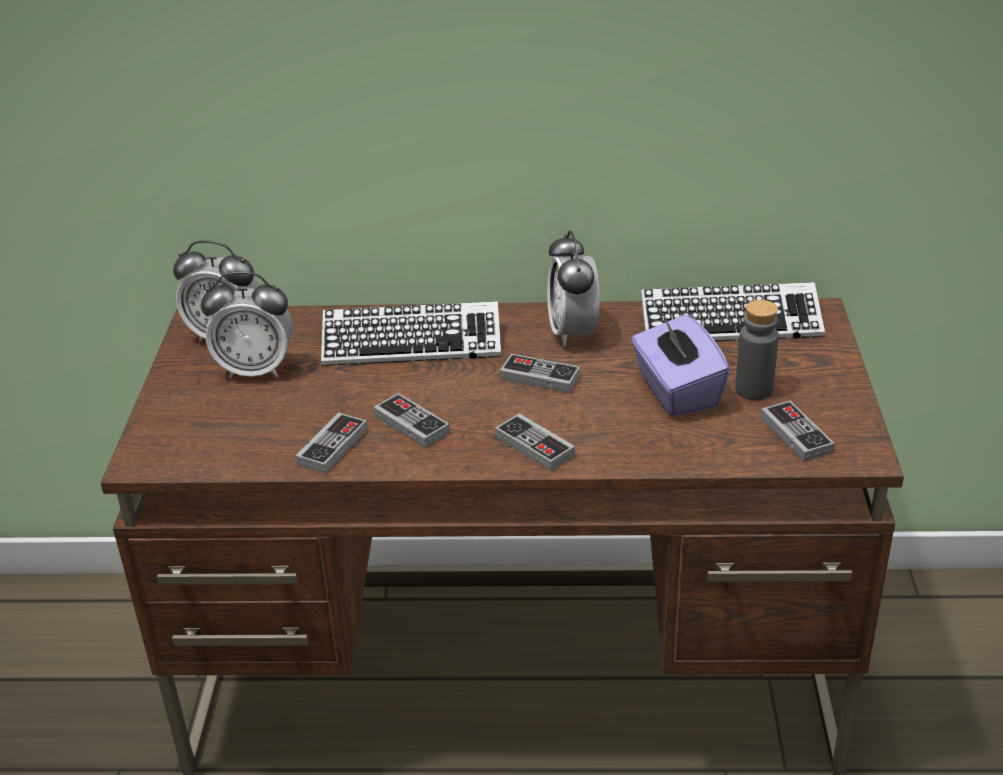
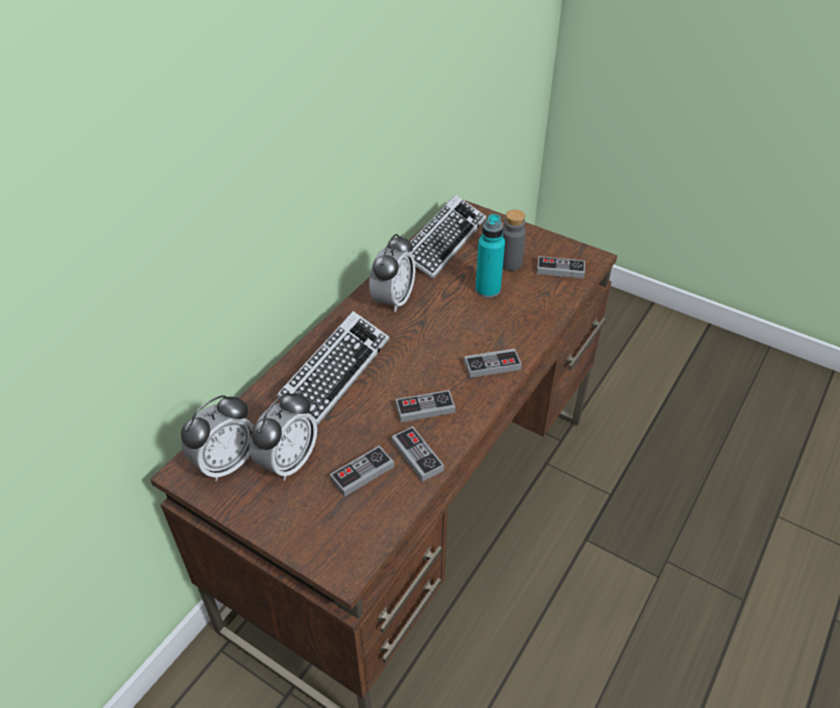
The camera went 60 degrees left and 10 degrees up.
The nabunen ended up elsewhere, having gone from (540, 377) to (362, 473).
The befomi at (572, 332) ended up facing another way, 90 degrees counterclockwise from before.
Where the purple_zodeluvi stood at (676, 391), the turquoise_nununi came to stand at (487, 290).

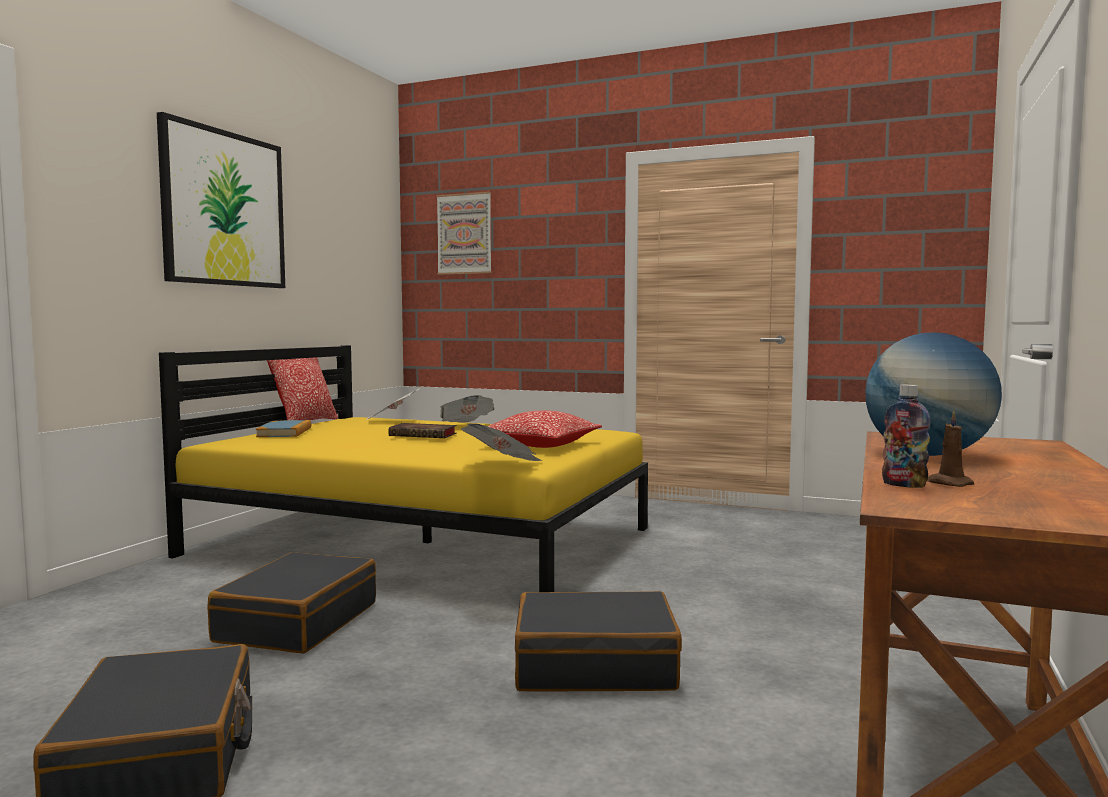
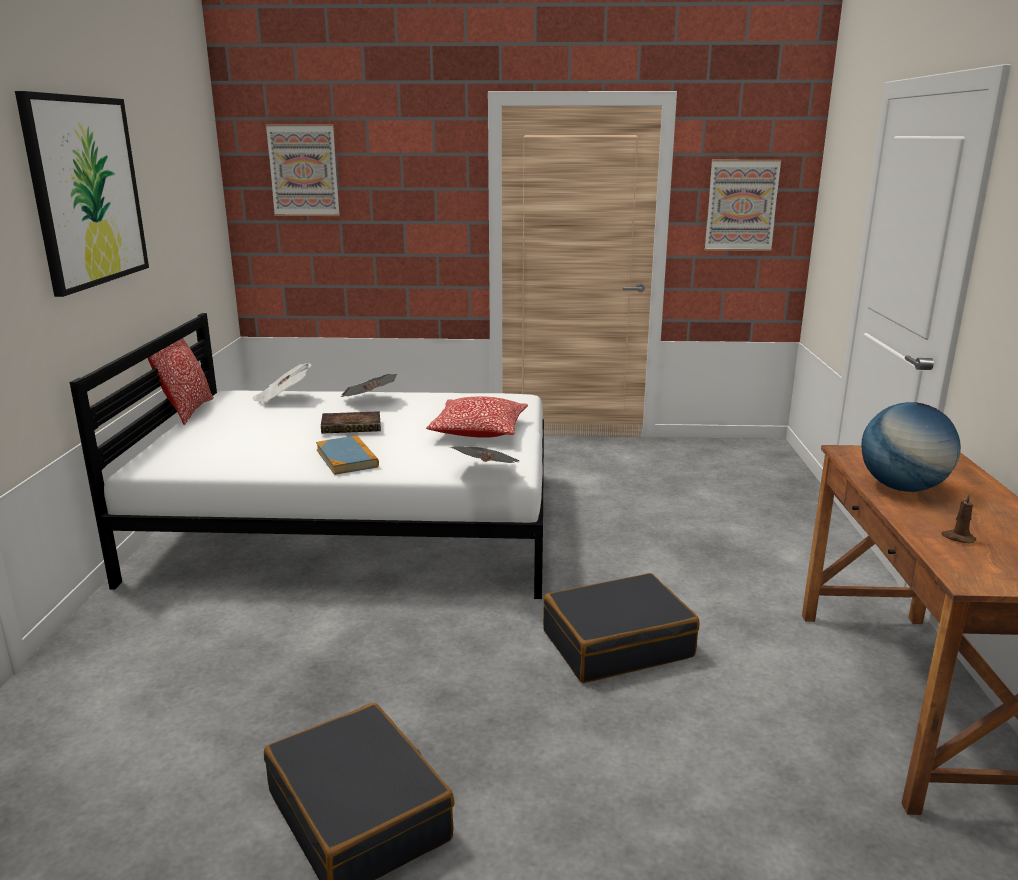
The camera went 20 degrees left and 15 degrees up.
What was the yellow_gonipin at (424, 541) turned into the white_gonipin at (356, 524).
The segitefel ended up elsewhere, having gone from (285, 432) to (347, 458).
The second view gained the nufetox at (741, 205).
The second view lost the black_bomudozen at (297, 622).
The second view lost the nununi at (904, 485).

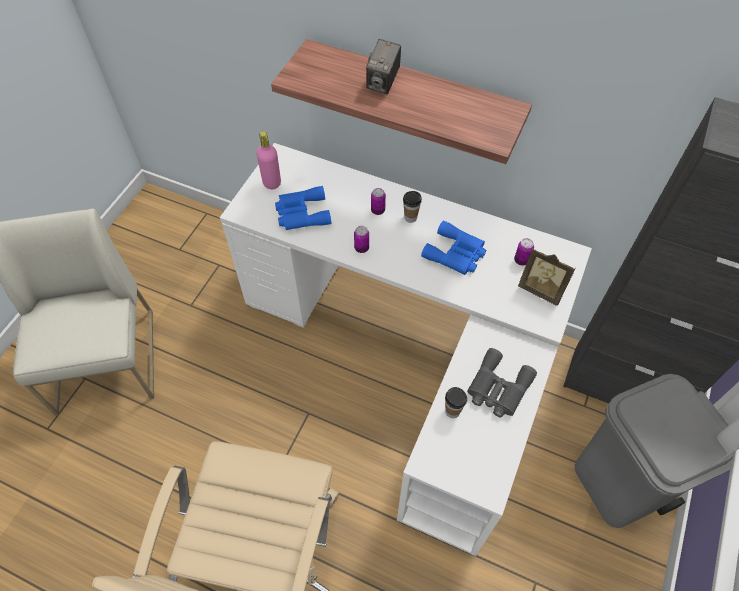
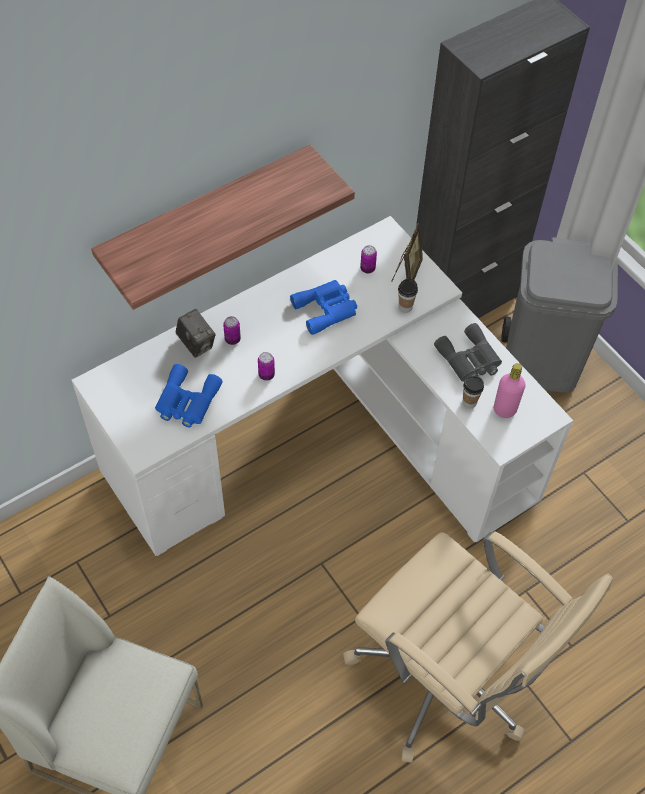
The camera went 60 degrees left and 0 degrees up.
The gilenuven ended up elsewhere, having gone from (383, 83) to (196, 344).
The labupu at (541, 290) ended up facing another way, 45 degrees counterclockwise from before.
The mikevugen ended up elsewhere, having gone from (410, 217) to (405, 307).
The pink_nununi ended up elsewhere, having gone from (272, 183) to (504, 410).

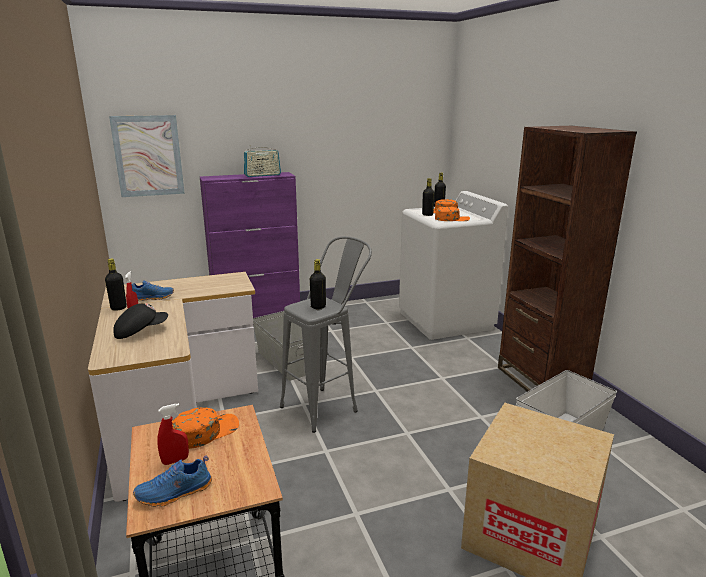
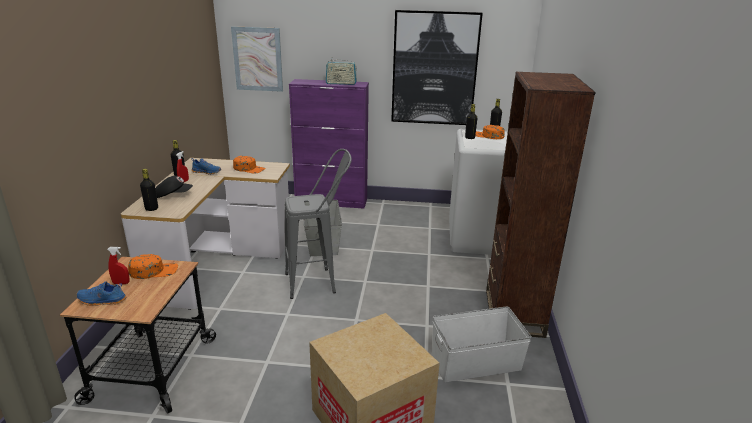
The camera went 25 degrees right and 5 degrees up.
The black_nununi ended up elsewhere, having gone from (318, 307) to (151, 208).
The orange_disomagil ended up elsewhere, having gone from (452, 219) to (249, 169).
The second view gained the nufetox at (434, 69).

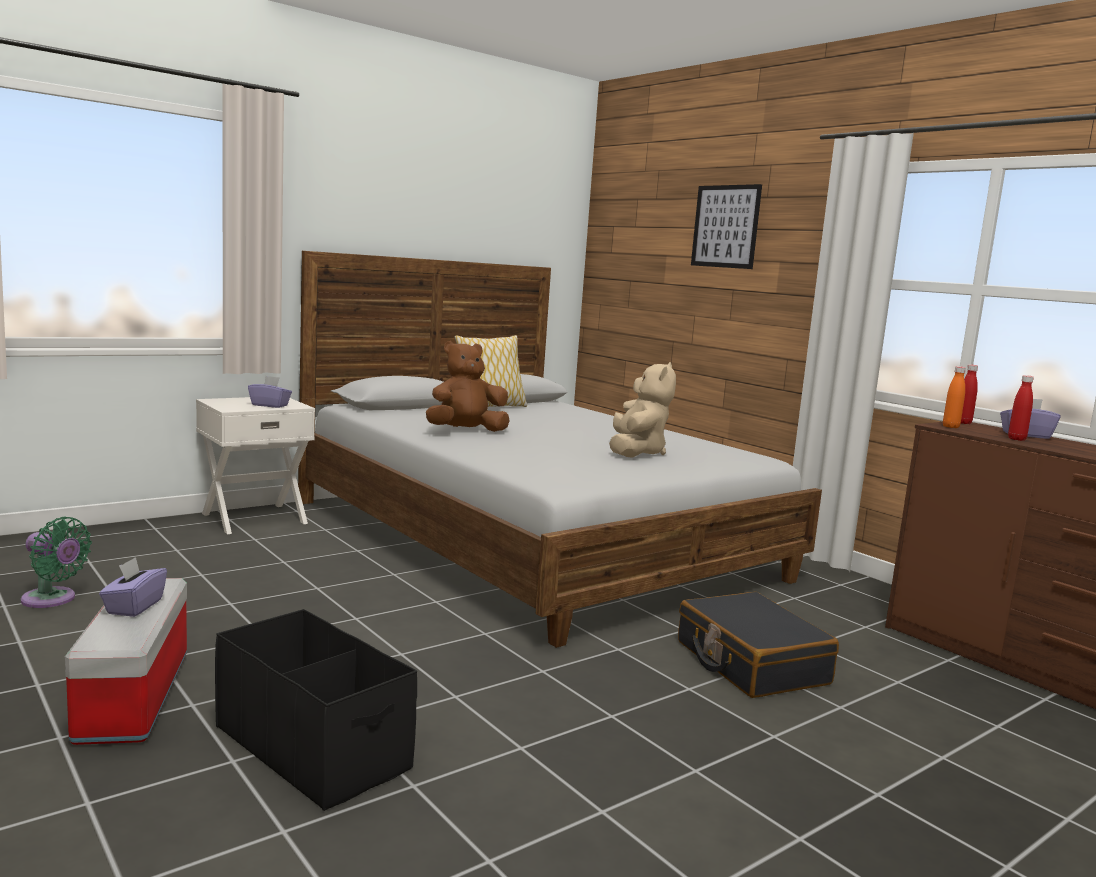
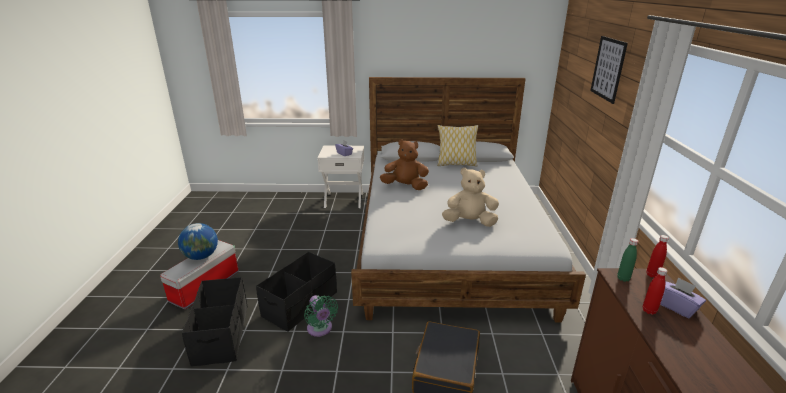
The camera went 40 degrees right and 15 degrees up.
Where the purple_zodeluvi stood at (134, 607), the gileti came to stand at (201, 256).
The second view gained the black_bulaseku at (300, 304).
The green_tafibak ended up elsewhere, having gone from (52, 600) to (320, 329).
The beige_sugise at (636, 452) ended up facing another way, 135 degrees counterclockwise from before.
What was the orange_nununi at (950, 427) turned into the green_nununi at (623, 278).

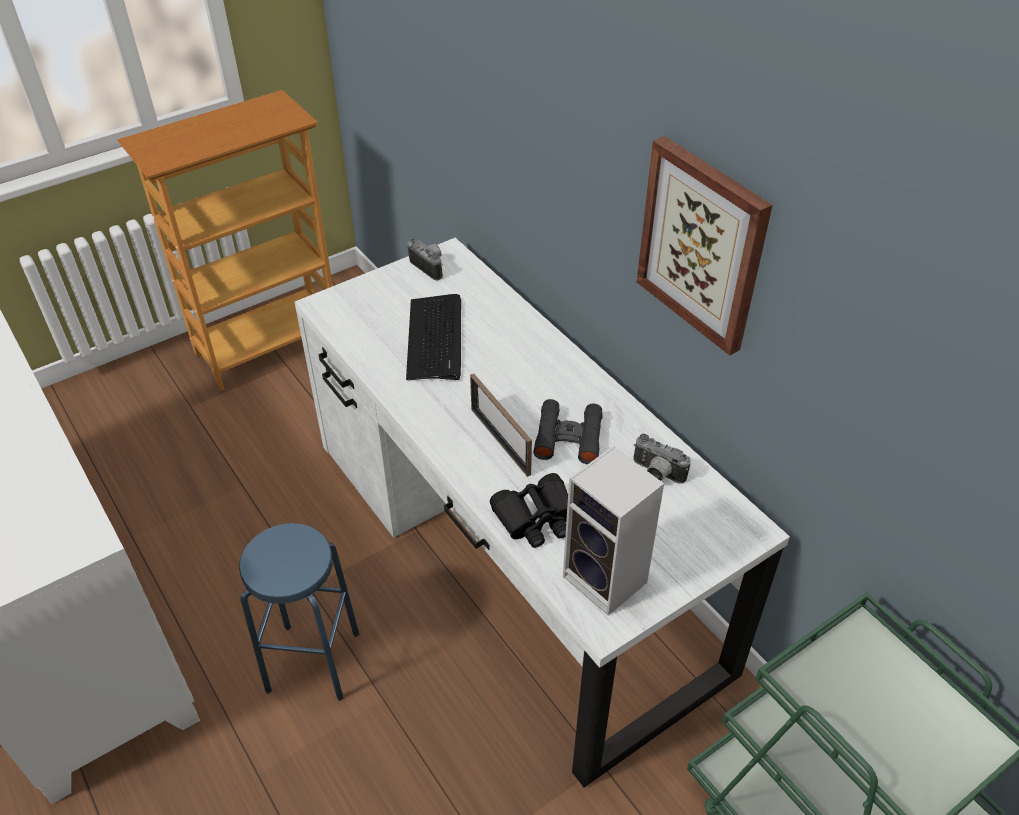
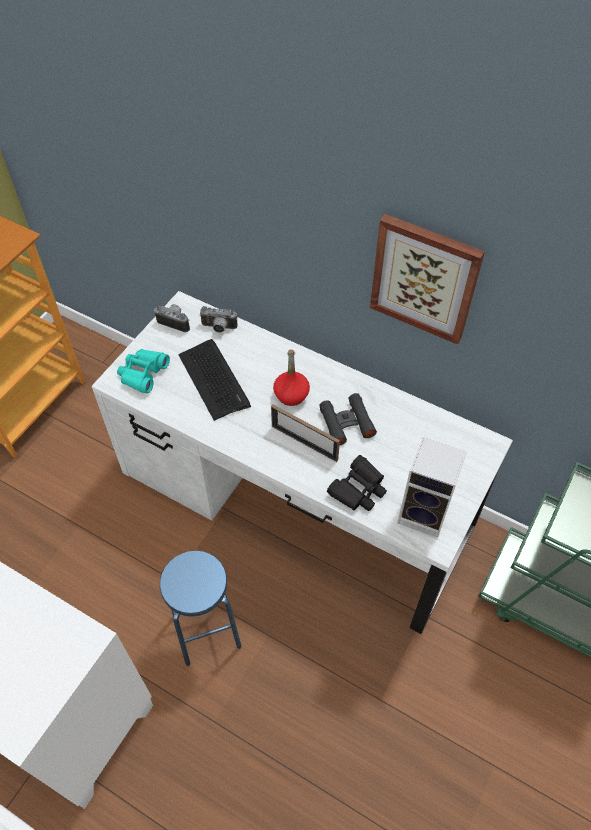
The camera went 25 degrees left and 10 degrees up.
The second view gained the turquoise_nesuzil at (143, 373).
The gilenuven ended up elsewhere, having gone from (656, 474) to (218, 328).
The second view gained the red_nununi at (291, 395).

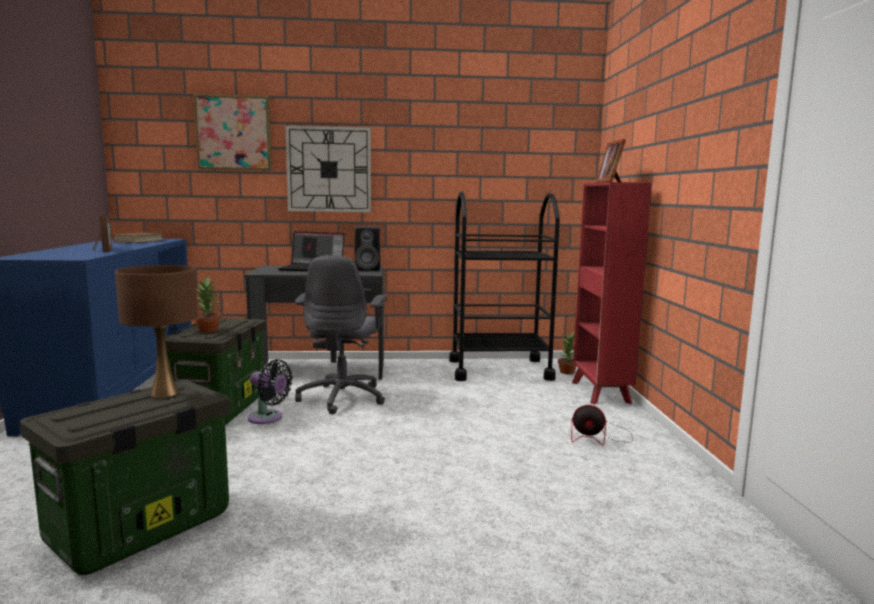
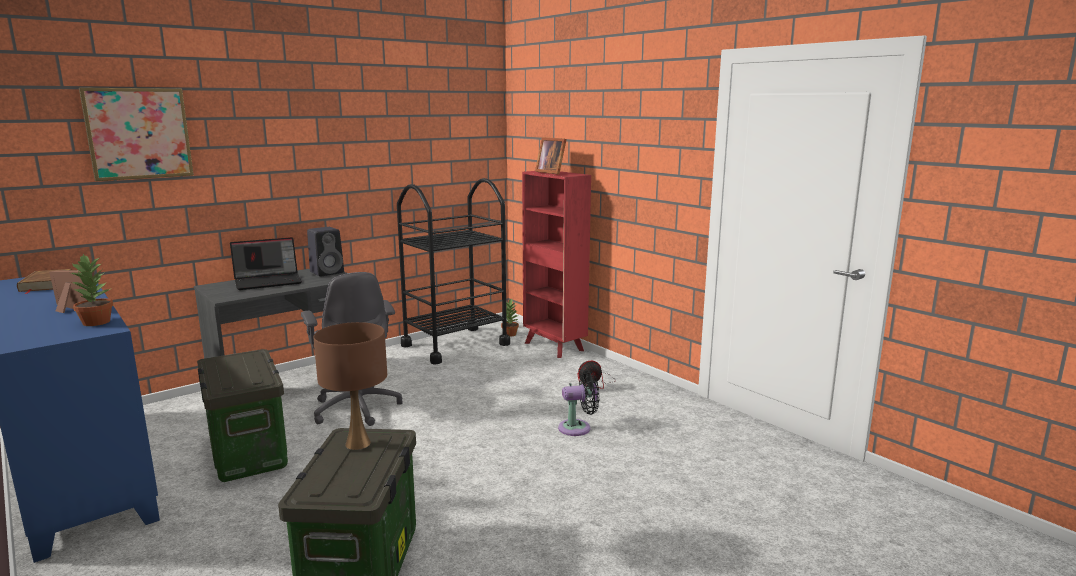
The camera went 35 degrees left and 5 degrees up.
The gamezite ended up elsewhere, having gone from (208, 330) to (97, 322).
The black_tafibak ended up elsewhere, having gone from (268, 418) to (578, 428).
The second view lost the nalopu at (329, 169).

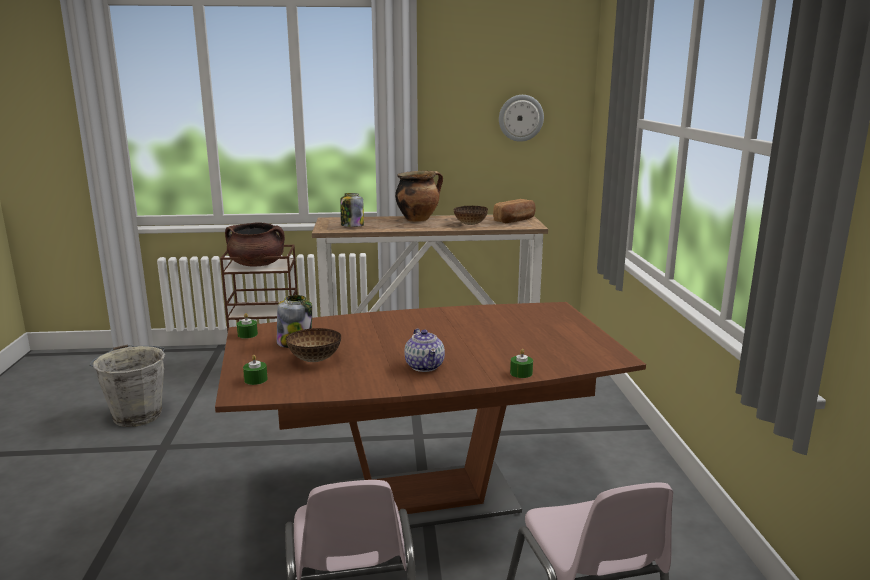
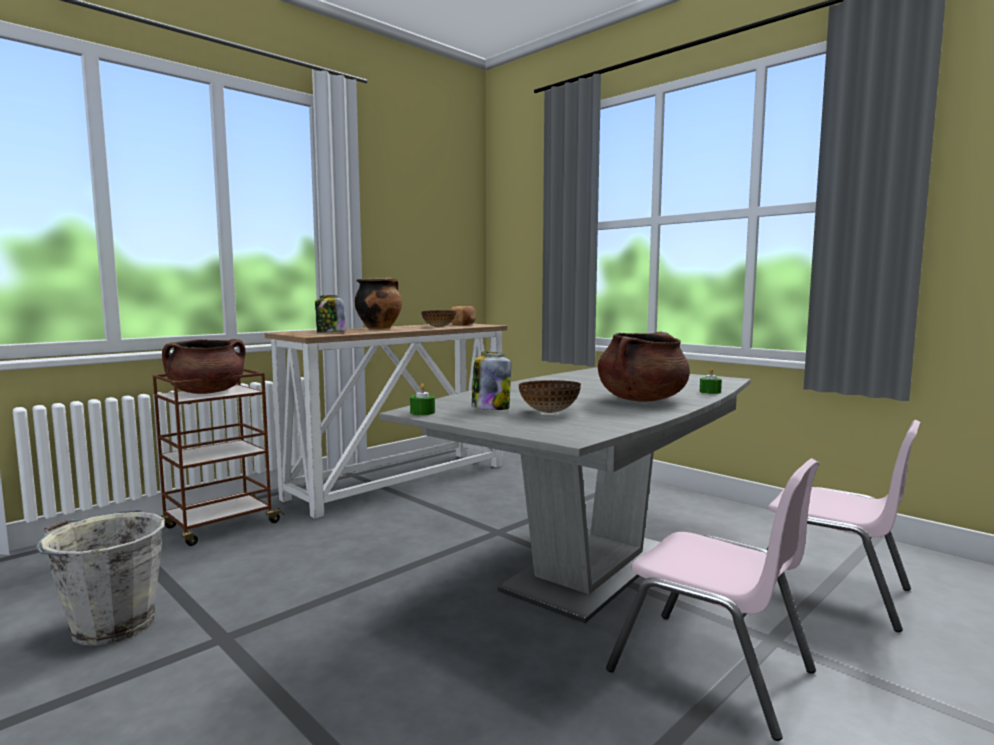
The camera went 40 degrees left and 10 degrees down.
What was the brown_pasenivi at (424, 499) turned into the grey_pasenivi at (590, 569).
Where the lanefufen stood at (425, 366), the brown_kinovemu came to stand at (642, 400).
The second view lost the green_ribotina at (256, 379).
The second view lost the nalopu at (521, 118).

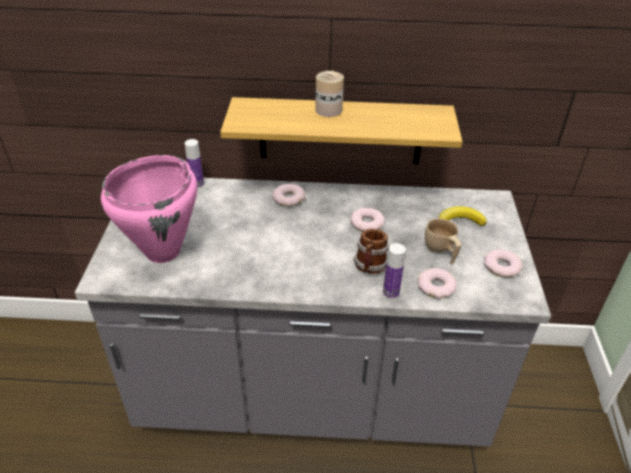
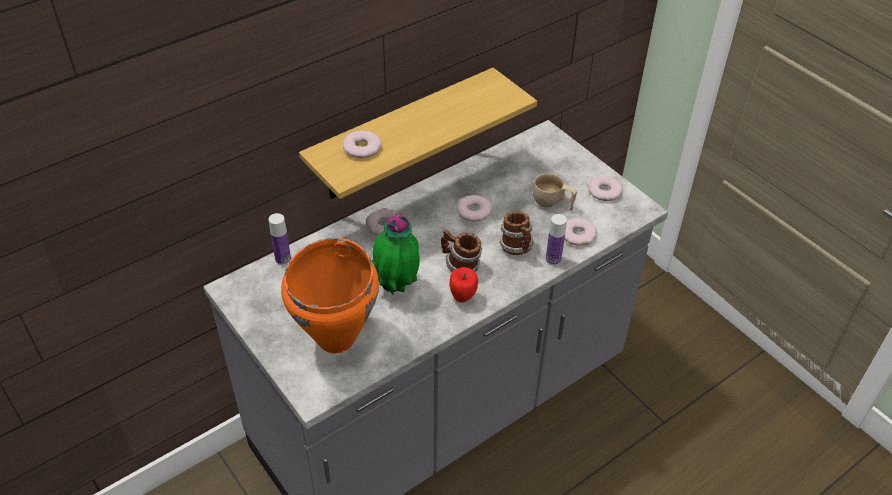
The camera went 40 degrees left and 5 degrees up.
What was the pink_kinovemu at (163, 251) turned into the orange_kinovemu at (337, 338).
The second view gained the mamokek at (361, 148).
The second view gained the gamezite at (397, 287).
The second view gained the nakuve at (460, 266).
The second view gained the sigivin at (463, 298).
The second view lost the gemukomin at (328, 110).
The second view lost the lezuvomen at (460, 220).

